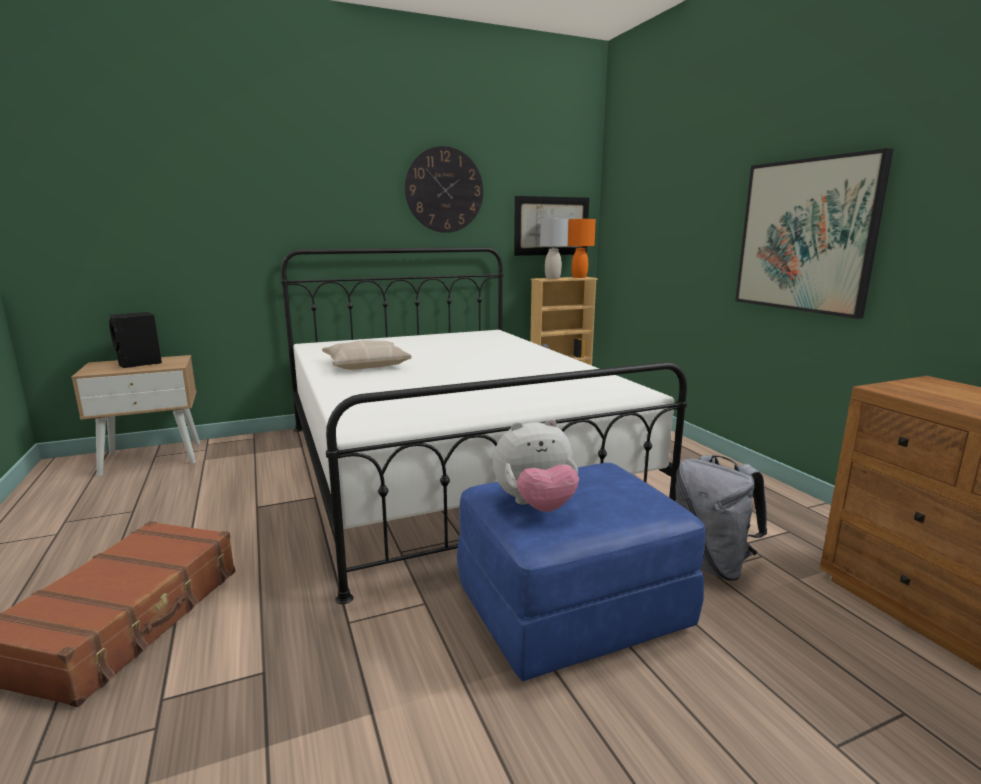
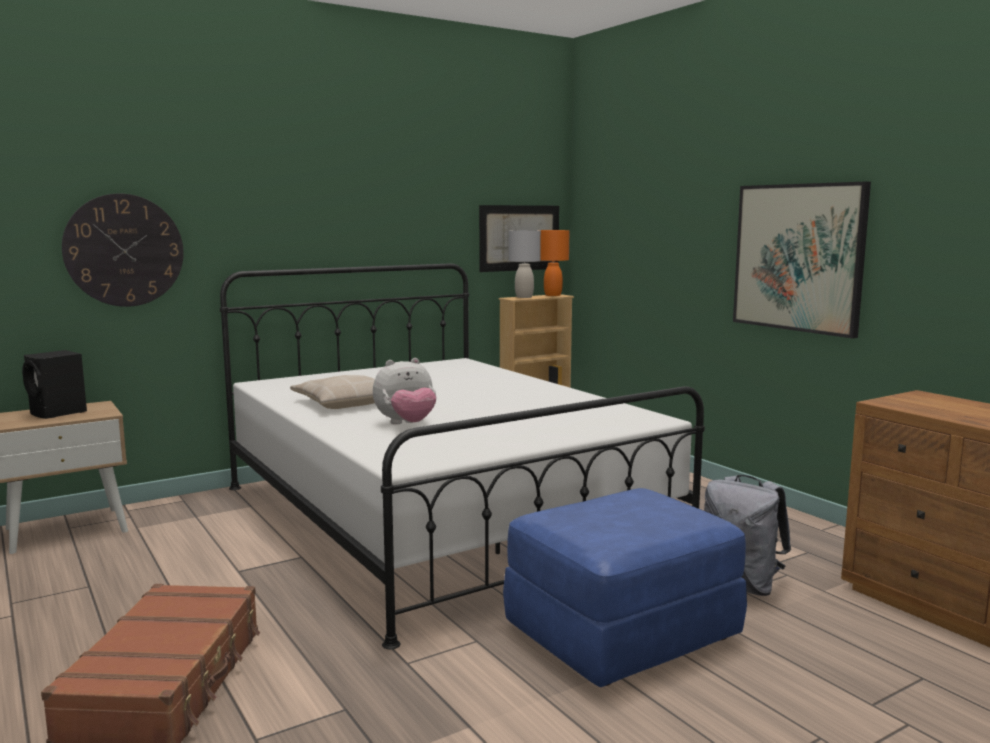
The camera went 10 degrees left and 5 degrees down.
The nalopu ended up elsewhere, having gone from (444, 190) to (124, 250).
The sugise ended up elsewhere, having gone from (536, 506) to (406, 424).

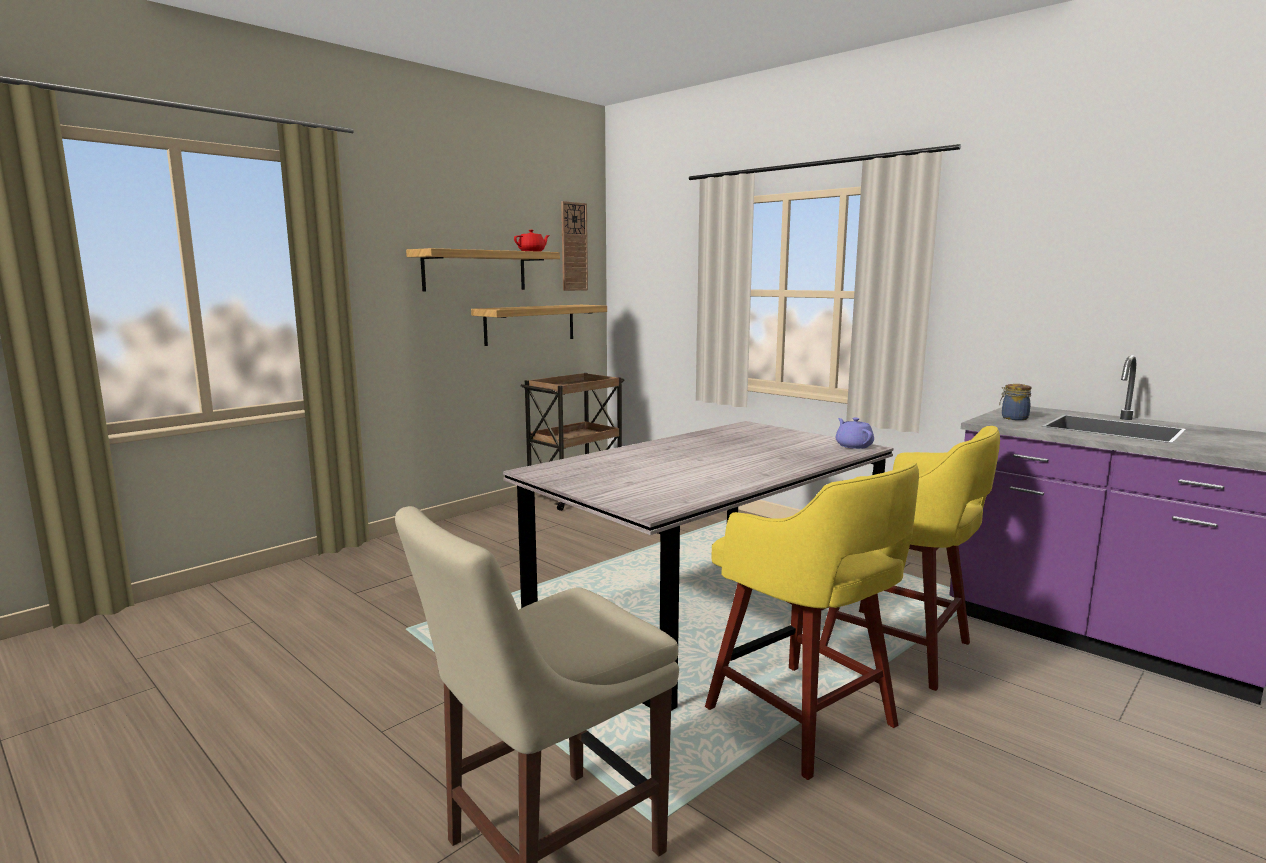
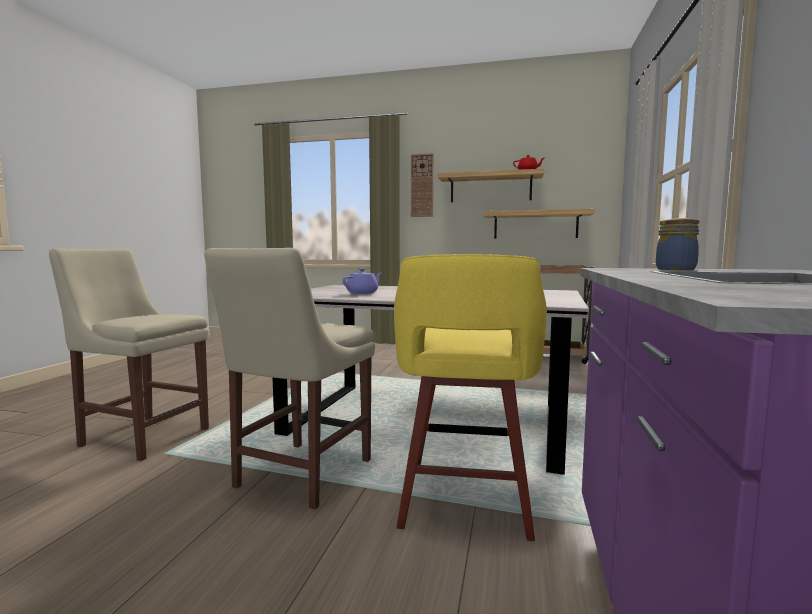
The camera went 60 degrees right and 5 degrees down.
Where the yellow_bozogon stood at (804, 720), the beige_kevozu came to stand at (299, 476).
The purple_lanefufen ended up elsewhere, having gone from (853, 445) to (363, 293).
The nalopu ended up elsewhere, having gone from (574, 247) to (422, 185).

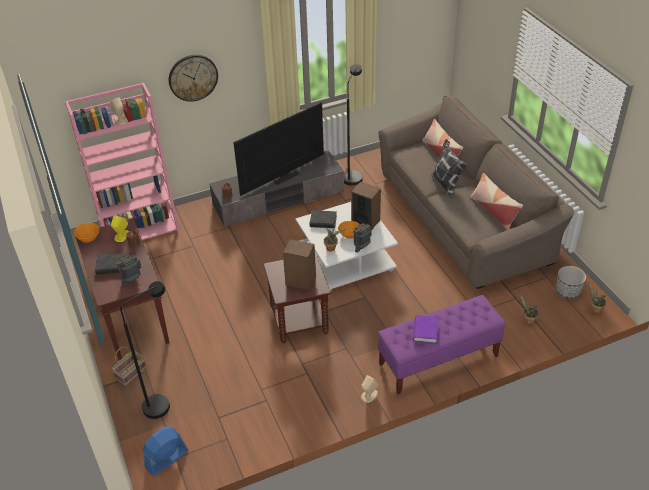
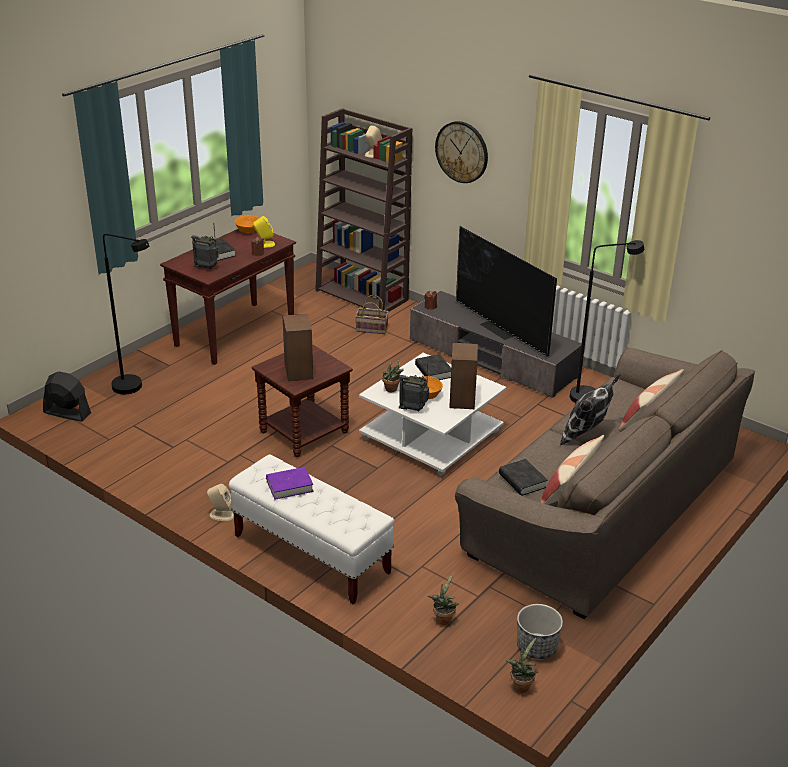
The camera went 60 degrees right and 10 degrees down.
What was the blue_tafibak at (166, 459) turned into the black_tafibak at (67, 413).
What was the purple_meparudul at (438, 360) turned into the white_meparudul at (311, 554).
What was the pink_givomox at (140, 229) turned into the brown_givomox at (363, 295).
The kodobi ended up elsewhere, having gone from (130, 374) to (371, 329).
The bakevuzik at (283, 176) ended up facing another way, 150 degrees counterclockwise from before.
The second view gained the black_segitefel at (522, 481).

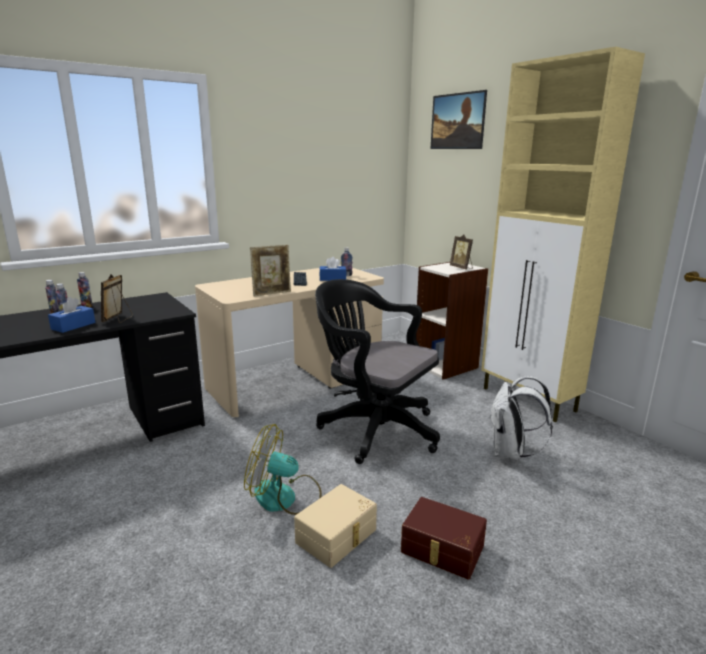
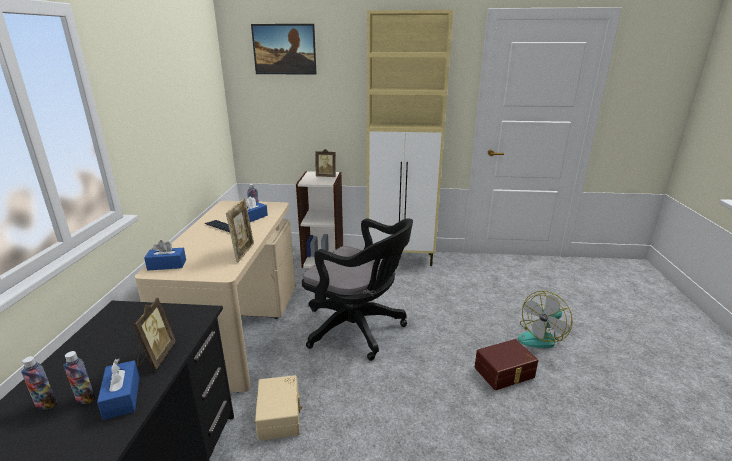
The camera went 50 degrees left and 5 degrees up.
The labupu at (118, 319) ended up facing another way, 135 degrees counterclockwise from before.
The second view gained the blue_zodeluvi at (167, 265).
The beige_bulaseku ended up elsewhere, having gone from (337, 536) to (280, 415).
The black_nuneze at (374, 428) ended up facing another way, 135 degrees counterclockwise from before.
The tafibak ended up elsewhere, having gone from (285, 498) to (541, 337).
The second view lost the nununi at (87, 306).
The second view lost the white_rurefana at (511, 453).

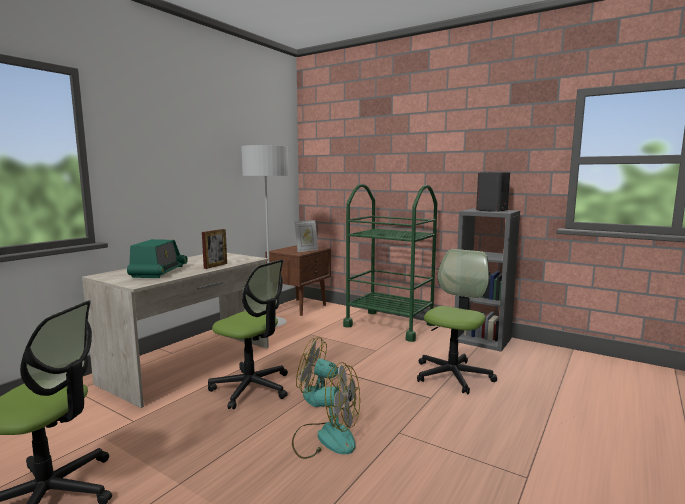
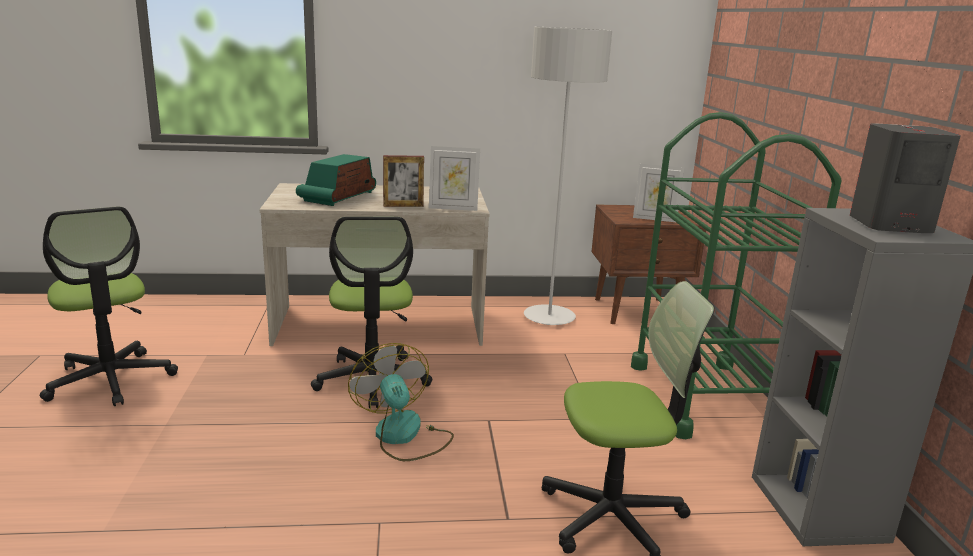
The camera went 50 degrees right and 10 degrees up.
The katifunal at (159, 272) ended up facing another way, 150 degrees clockwise from before.
The second view gained the labupu at (453, 208).
The second view lost the tafibak at (326, 438).

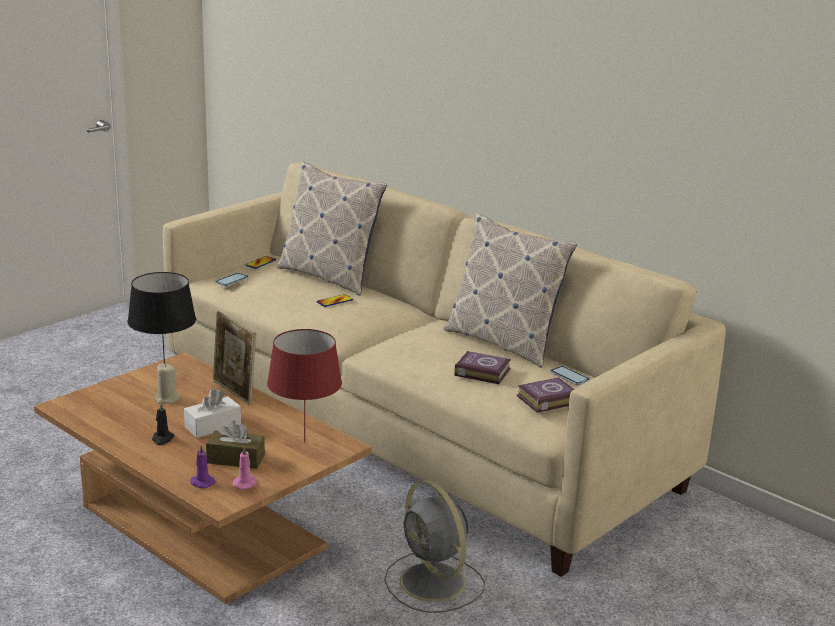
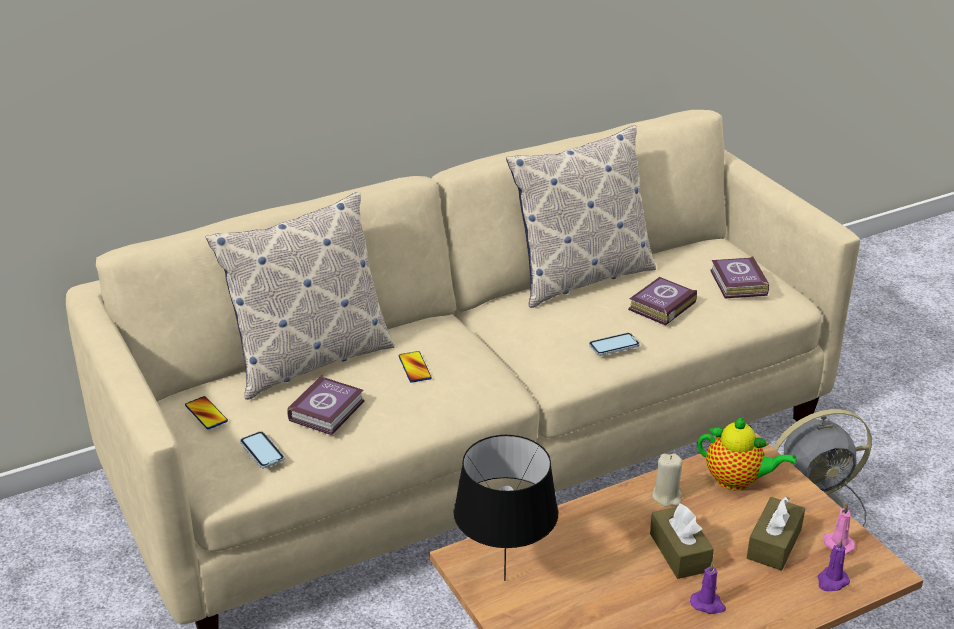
The camera went 70 degrees left and 10 degrees up.
The second view gained the segitefel at (329, 410).
The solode ended up elsewhere, having gone from (569, 377) to (614, 345).
What was the white_zodeluvi at (213, 426) turned into the brown_zodeluvi at (679, 552).
The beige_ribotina ended up elsewhere, having gone from (167, 399) to (667, 496).
What was the black_ribotina at (162, 439) turned into the purple_ribotina at (708, 604).
Where the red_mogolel stood at (304, 441), the lanefufen came to stand at (737, 481).
The second view lost the labupu at (234, 392).

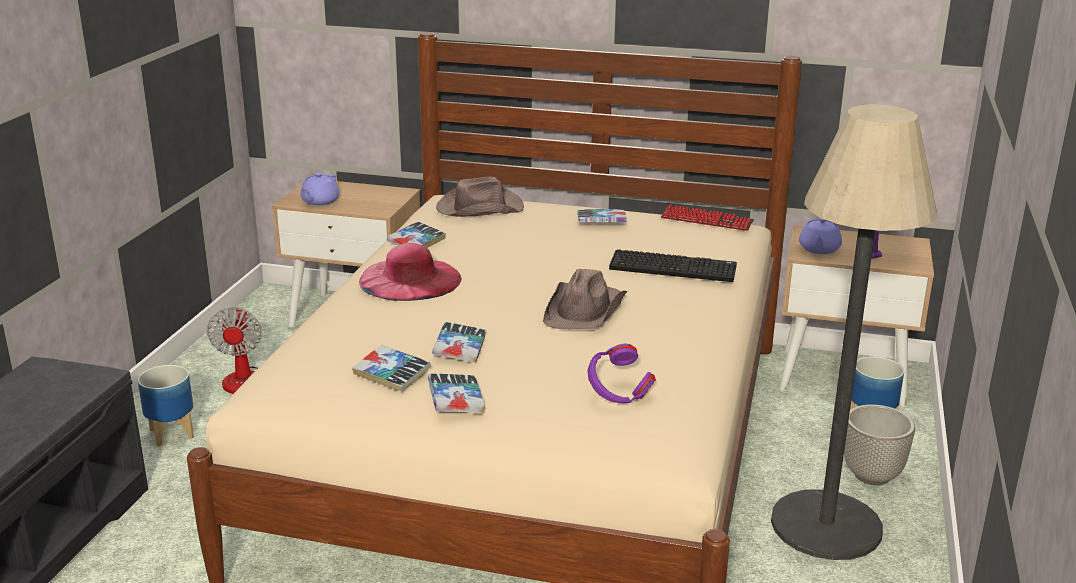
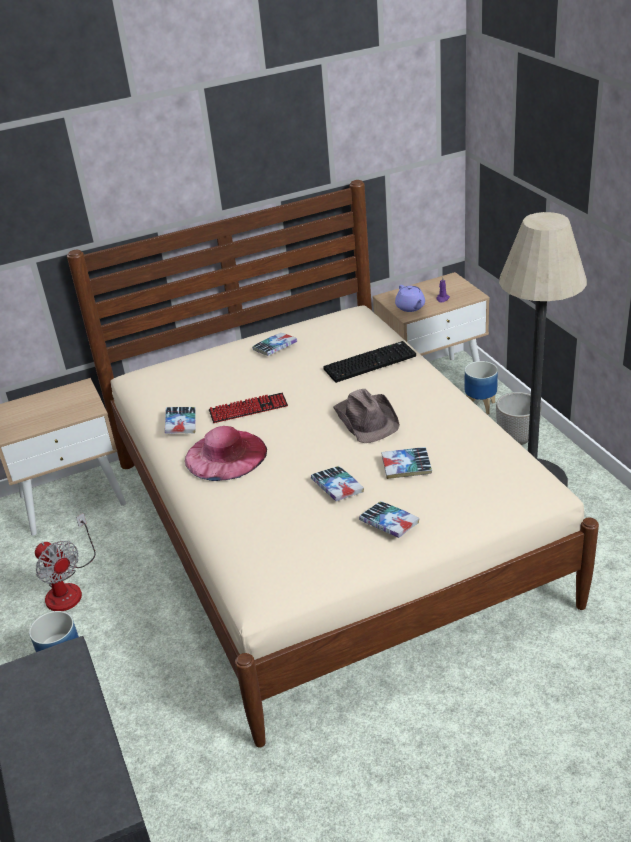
The camera went 35 degrees left and 10 degrees up.
The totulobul ended up elsewhere, having gone from (706, 220) to (248, 409).
The segitefel ended up elsewhere, having gone from (391, 374) to (406, 467).
The second view lost the purple_lanefufen at (319, 202).
The second view lost the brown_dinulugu at (478, 208).
The second view lost the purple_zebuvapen at (618, 396).

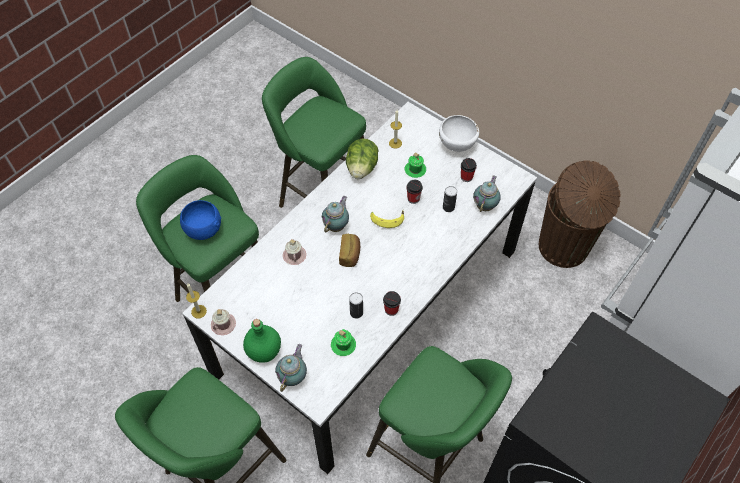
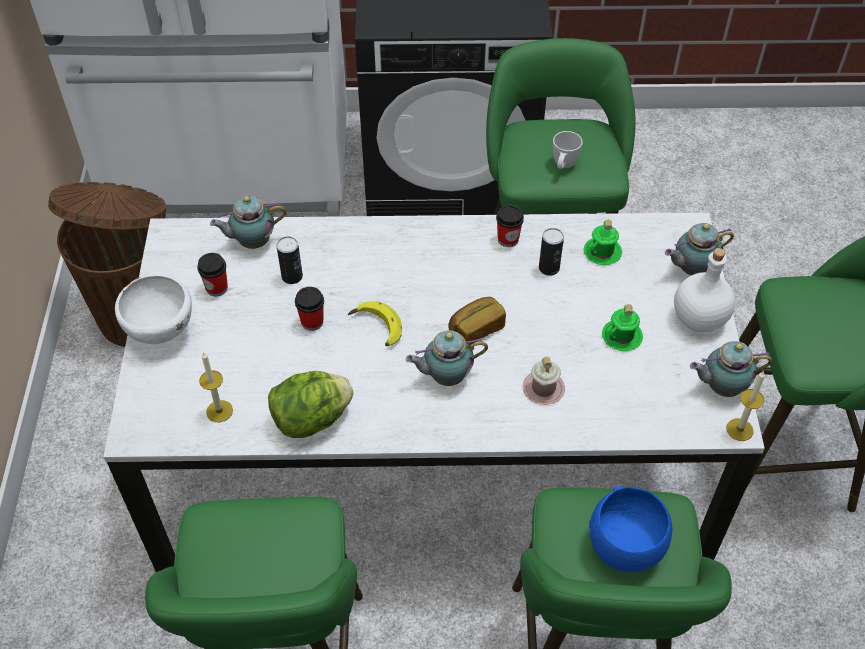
The camera went 130 degrees left and 5 degrees down.
The second view gained the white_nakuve at (563, 166).
The green_nakuve ended up elsewhere, having gone from (415, 170) to (621, 336).
What was the green_nununi at (264, 351) turned into the white_nununi at (698, 318).
Where the pink_nakuve stood at (223, 324), the lanefufen came to stand at (721, 387).

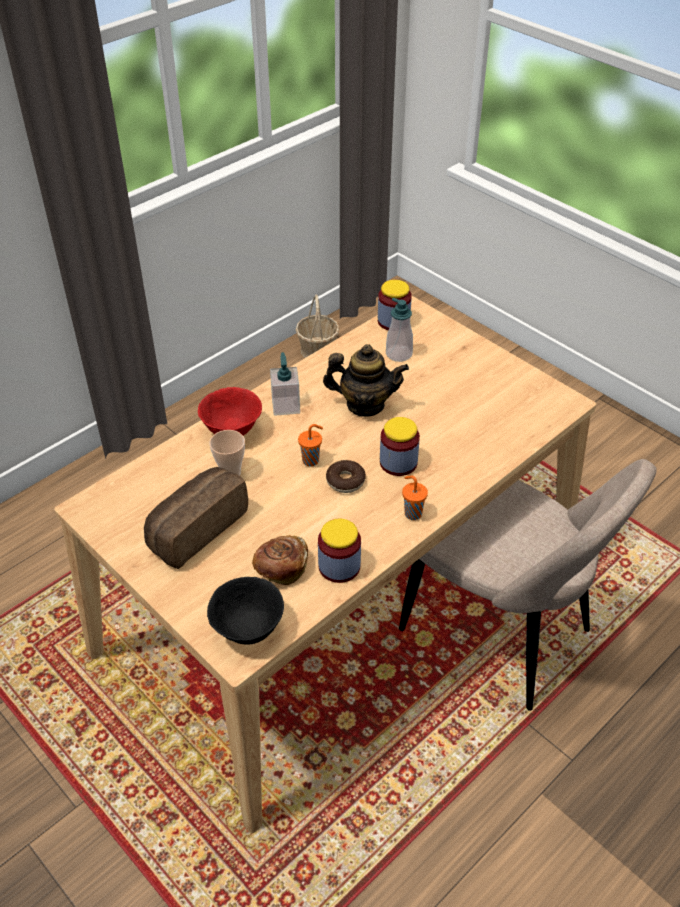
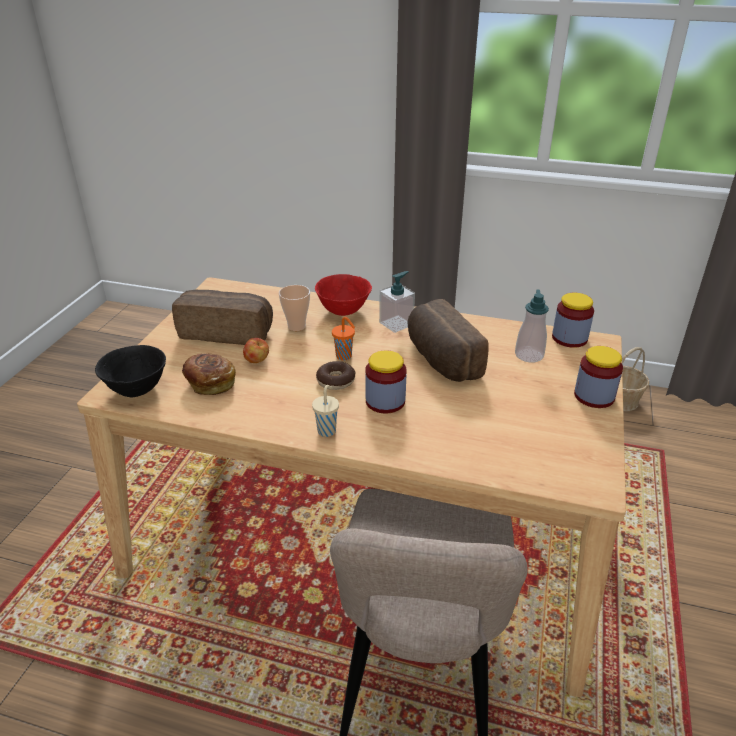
The camera went 60 degrees right and 10 degrees down.
The second view gained the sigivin at (257, 361).
What was the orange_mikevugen at (412, 513) turned into the beige_mikevugen at (327, 430).
Where the lanefufen stood at (365, 405), the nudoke came to stand at (440, 360).
The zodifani ended up elsewhere, having gone from (339, 566) to (594, 396).

